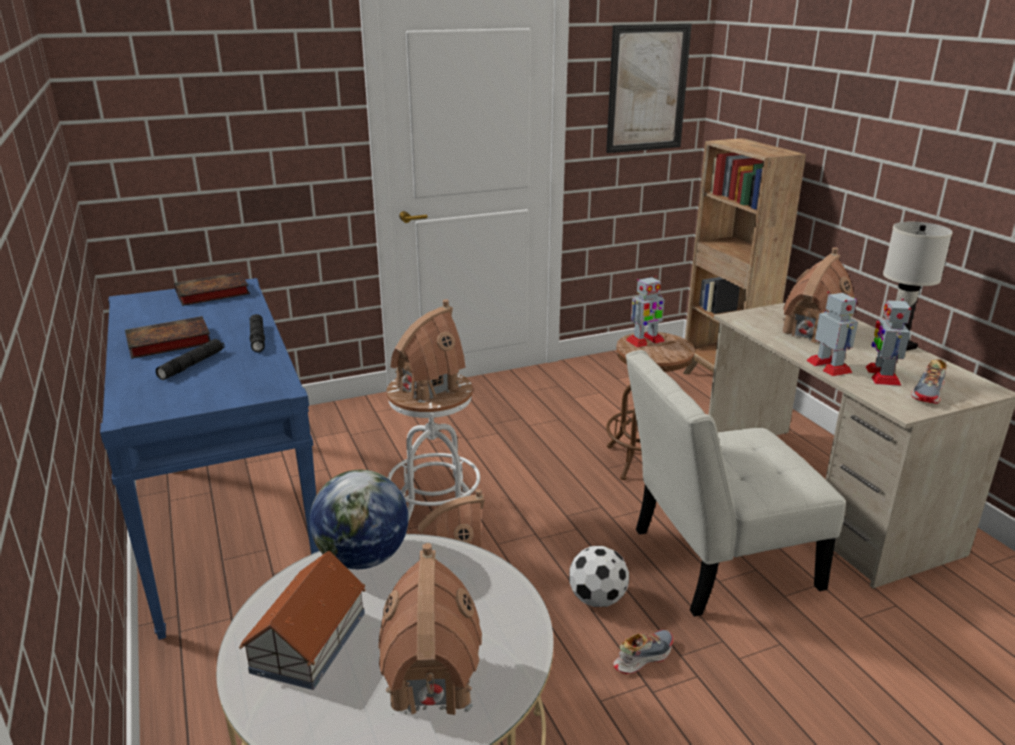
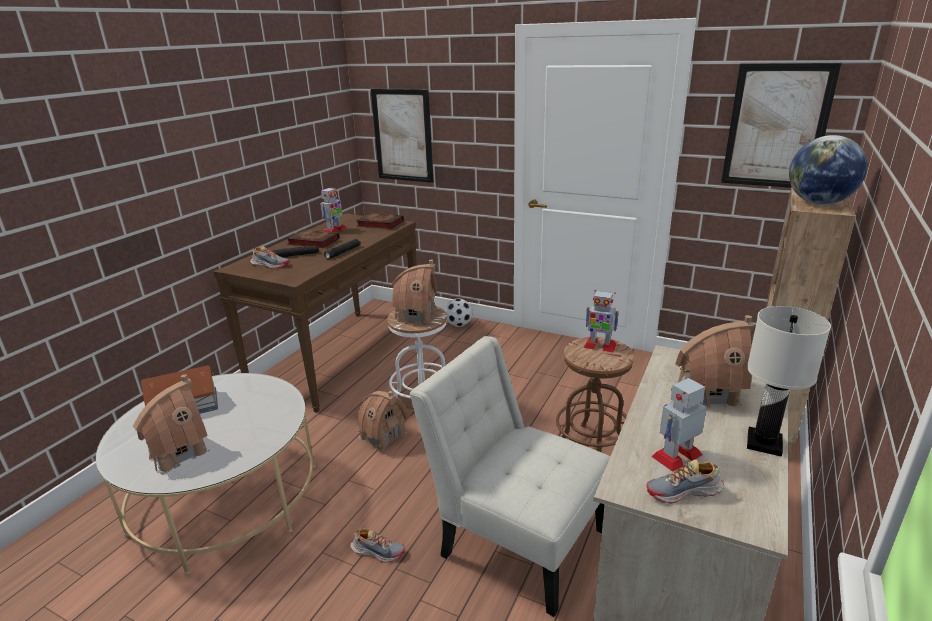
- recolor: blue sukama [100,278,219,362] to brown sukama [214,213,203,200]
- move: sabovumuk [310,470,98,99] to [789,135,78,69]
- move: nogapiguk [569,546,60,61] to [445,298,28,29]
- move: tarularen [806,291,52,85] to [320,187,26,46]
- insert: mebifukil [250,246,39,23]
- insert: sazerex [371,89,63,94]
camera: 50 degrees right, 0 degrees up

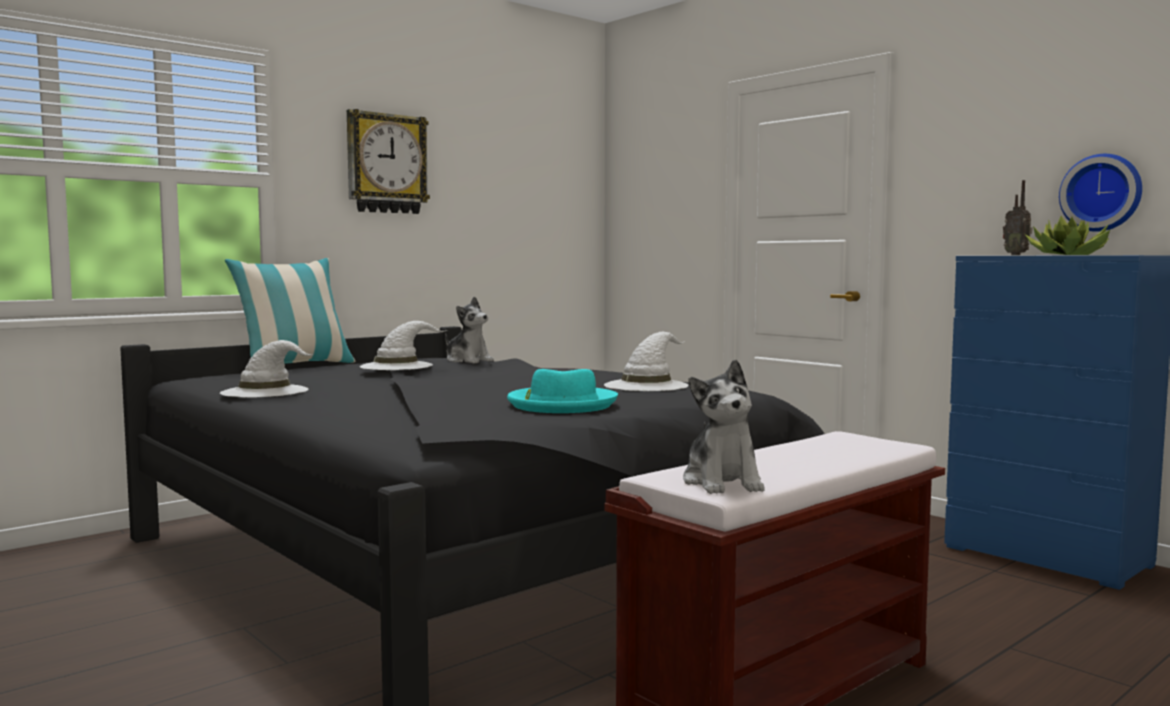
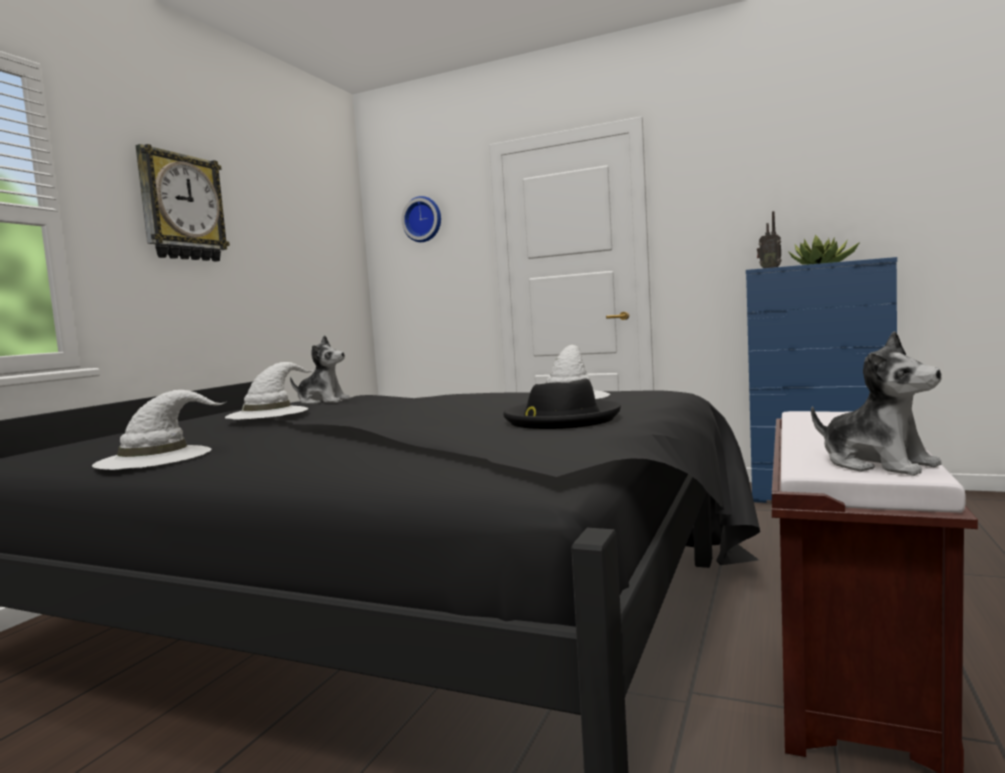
- delete: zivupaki [225,258,130,106]
- recolor: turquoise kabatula [507,369,111,44] to black kabatula [503,378,118,51]
- move: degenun [1059,154,83,78] to [402,196,39,46]
camera: 25 degrees left, 0 degrees up

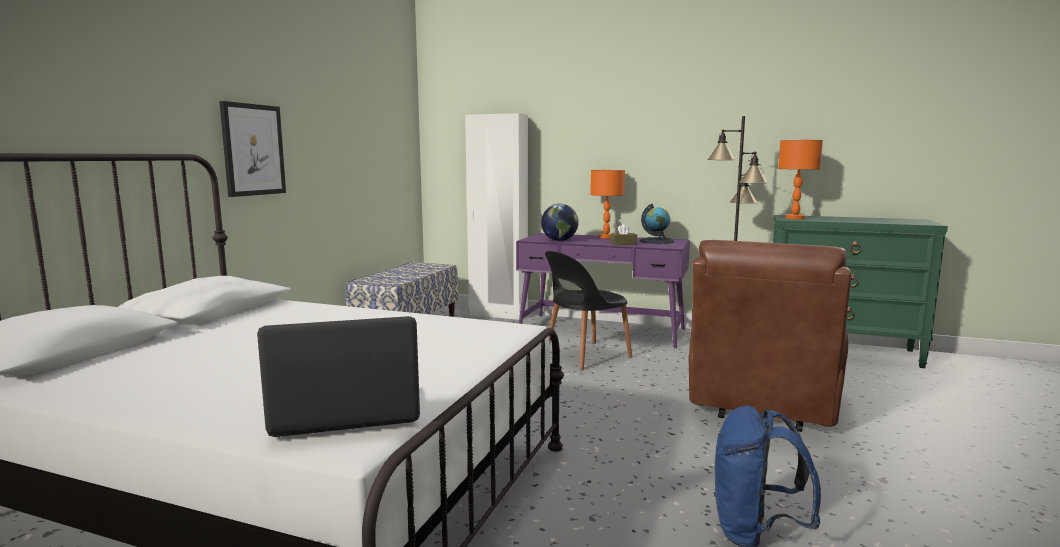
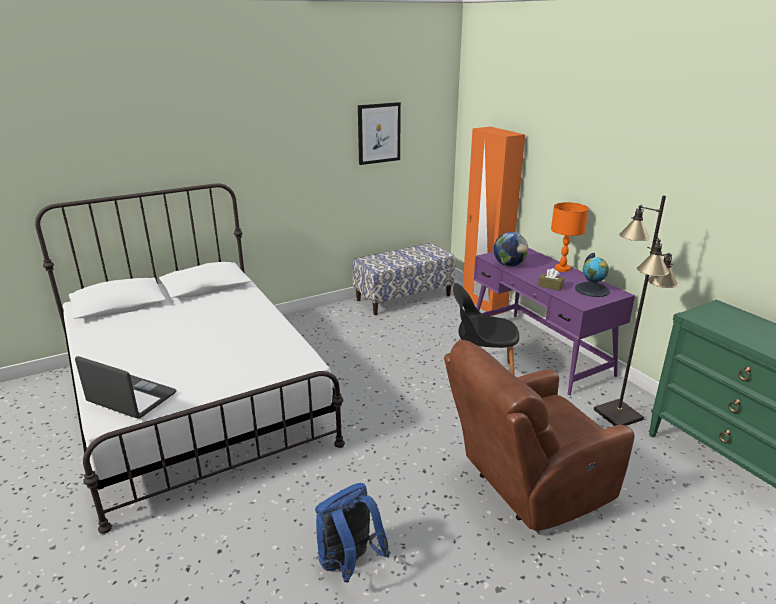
- move: sazerex [219,101,67,96] to [358,102,43,63]
- recolor: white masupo [465,113,63,207] to orange masupo [463,127,62,189]
- delete: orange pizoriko [778,140,45,79]
camera: 40 degrees right, 15 degrees up

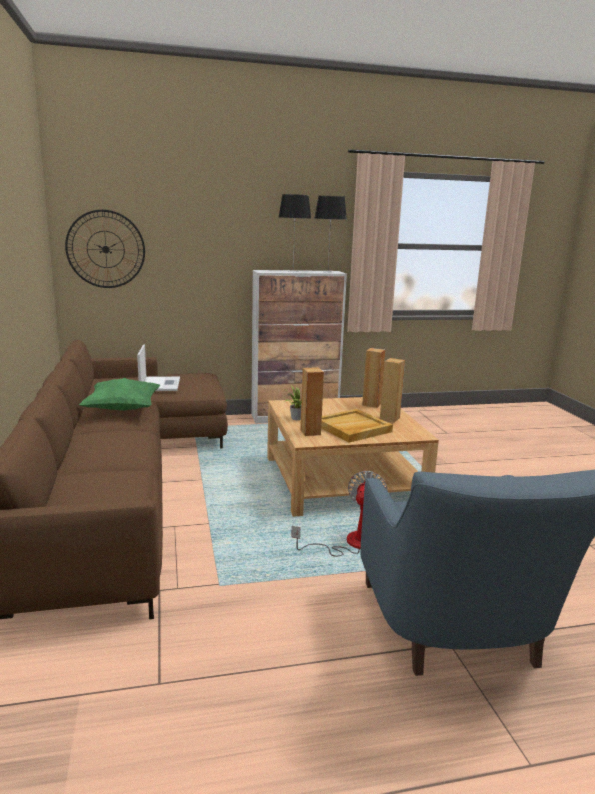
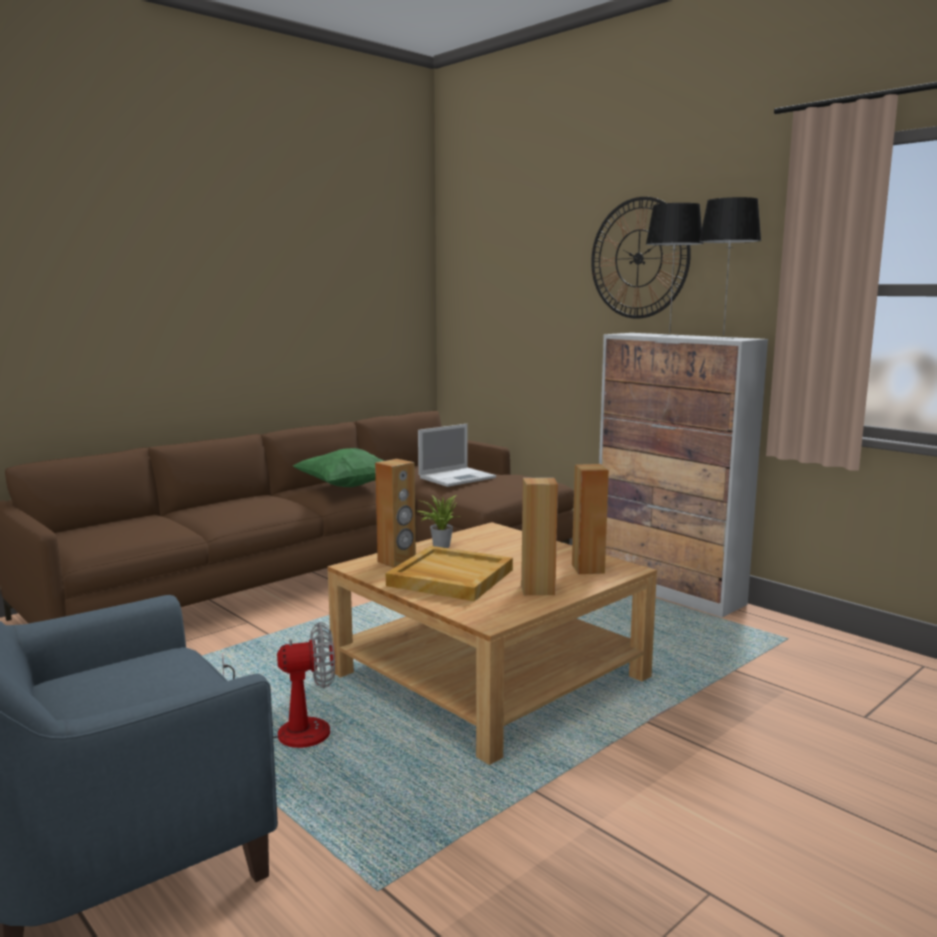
- move: degenun [65,210,80,78] to [591,197,100,122]
camera: 60 degrees right, 5 degrees down

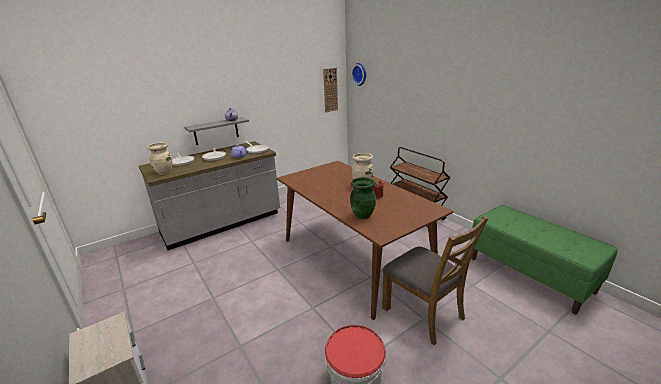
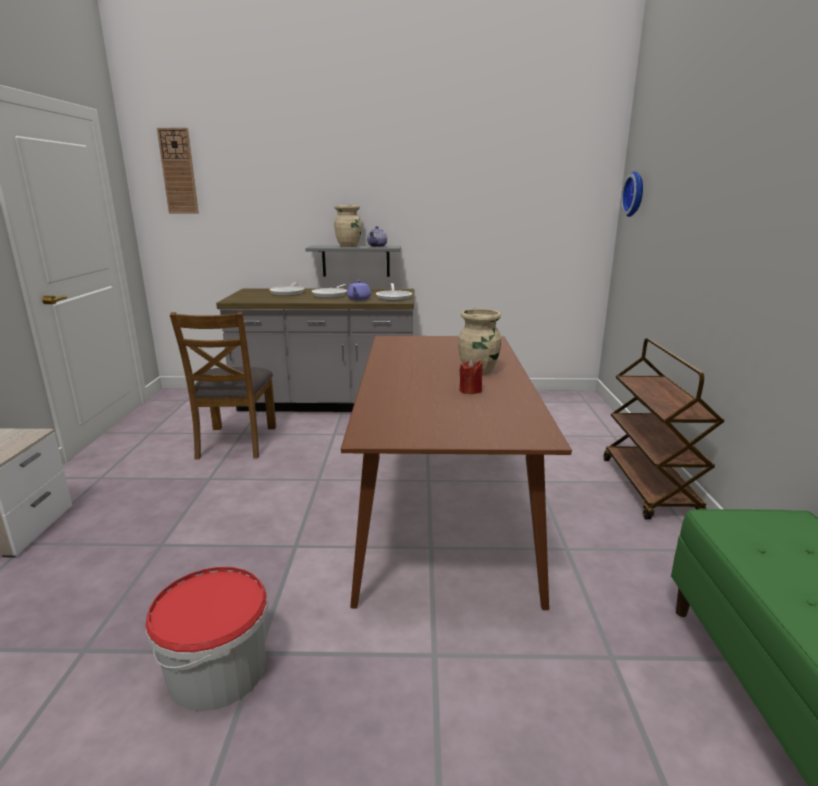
- move: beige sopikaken [147,142,26,33] to [334,205,28,42]
- move: degenun [323,68,15,44] to [157,128,42,86]
- delete: green sopikaken [350,177,26,42]
- move: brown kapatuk [382,215,107,130] to [170,312,106,148]
camera: 35 degrees right, 5 degrees down

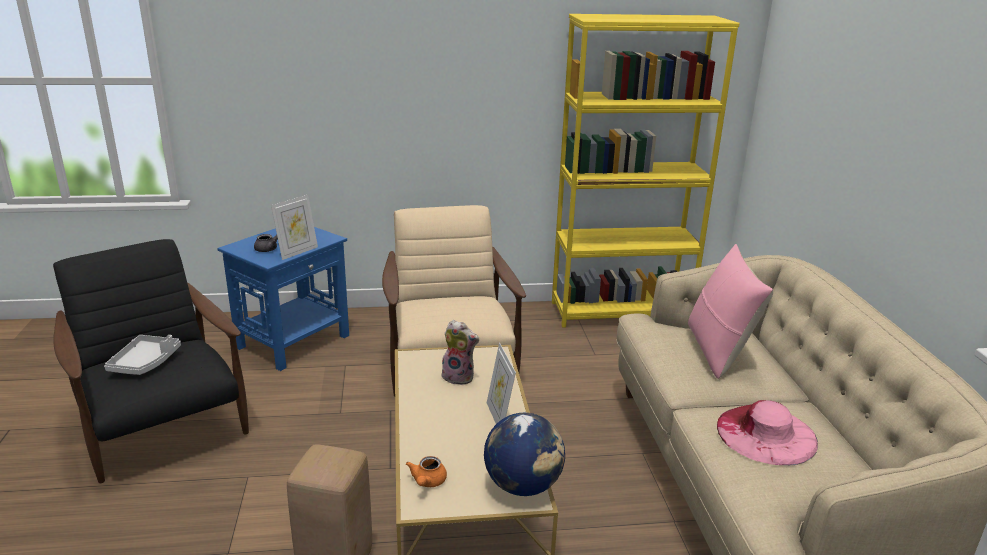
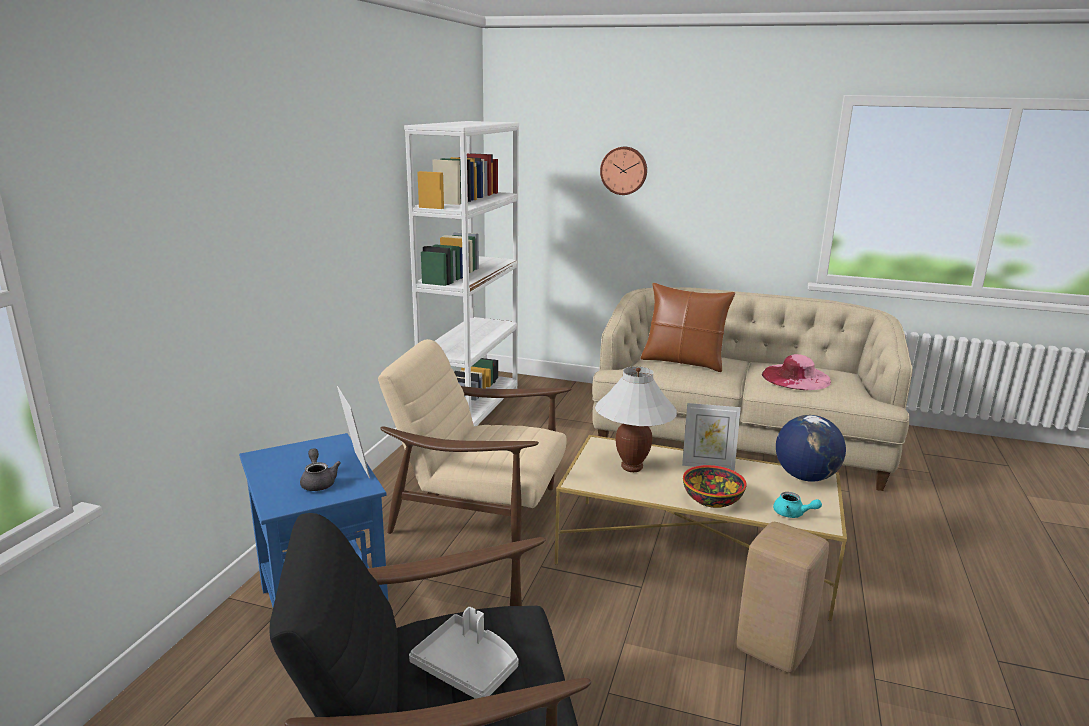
- recolor: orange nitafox [406,456,41,31] to turquoise nitafox [773,492,49,26]
- replace: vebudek [441,320,38,65] to white pizoriko [595,366,82,106]
- recolor: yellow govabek [552,14,188,314] to white govabek [404,121,115,305]
- recolor: pink zivupaki [688,244,85,135] to brown zivupaki [641,283,94,89]
- insert: degenun [600,147,47,48]
- insert: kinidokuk [683,465,63,43]
camera: 65 degrees left, 5 degrees down

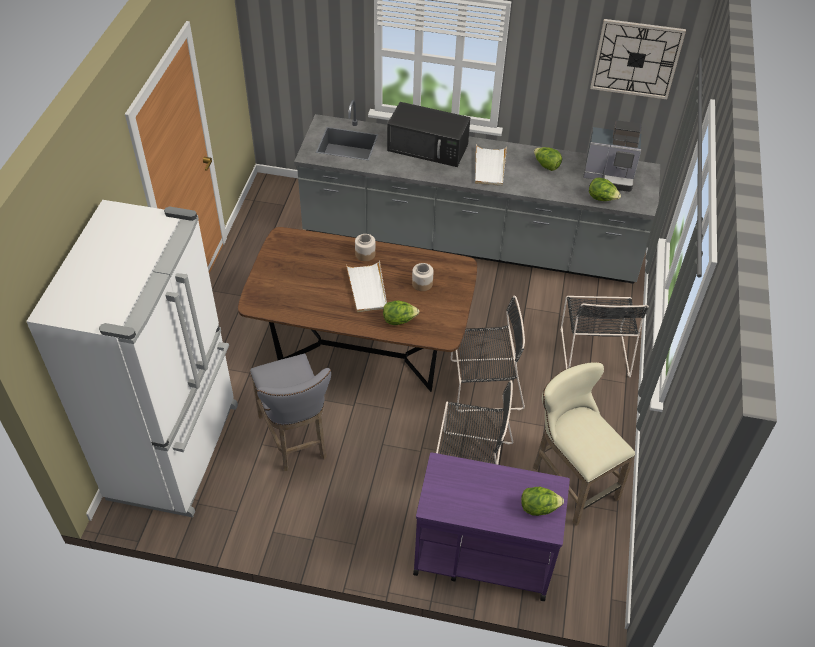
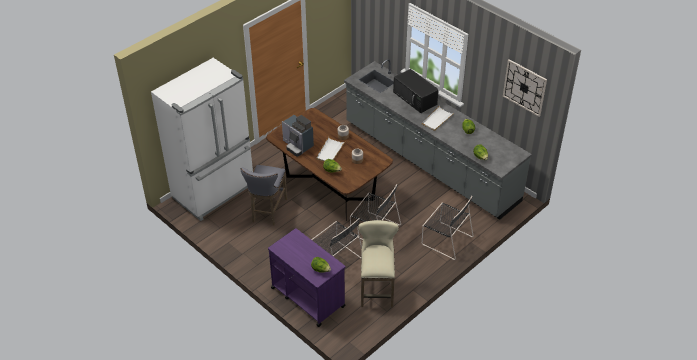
- rotate: black kapatuk [560,296,89,81] = [422,196,52,64] 90 degrees counterclockwise
- move: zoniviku [583,120,59,72] to [282,115,32,42]
camera: 35 degrees right, 5 degrees down

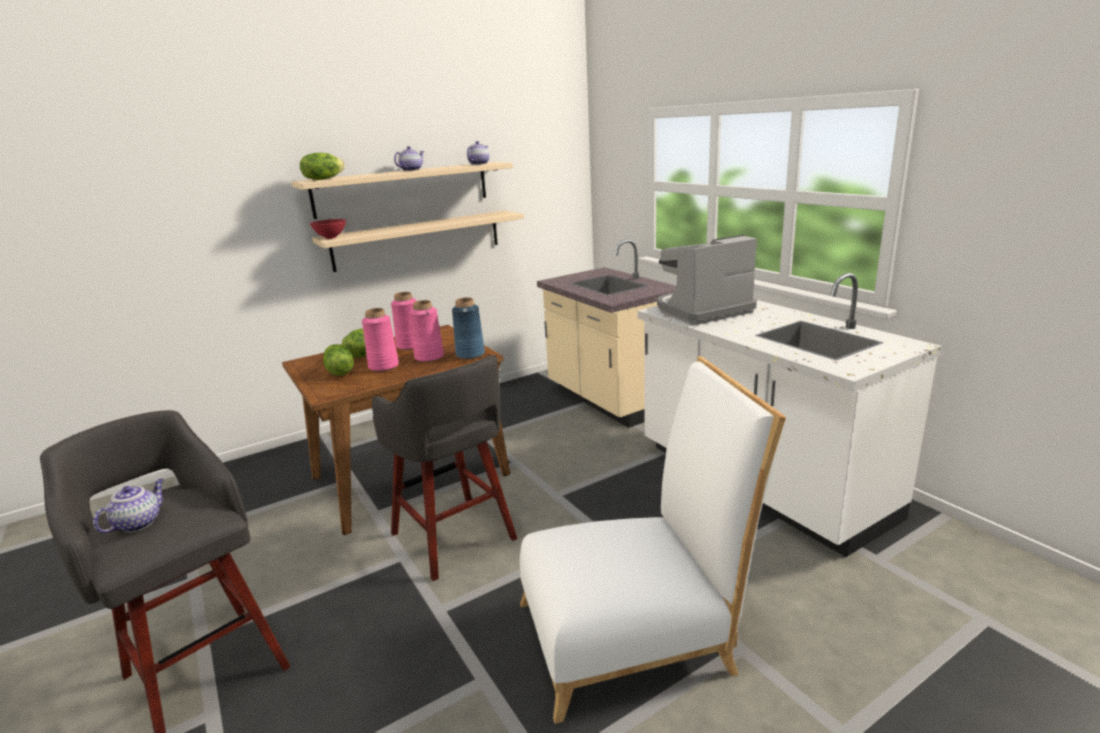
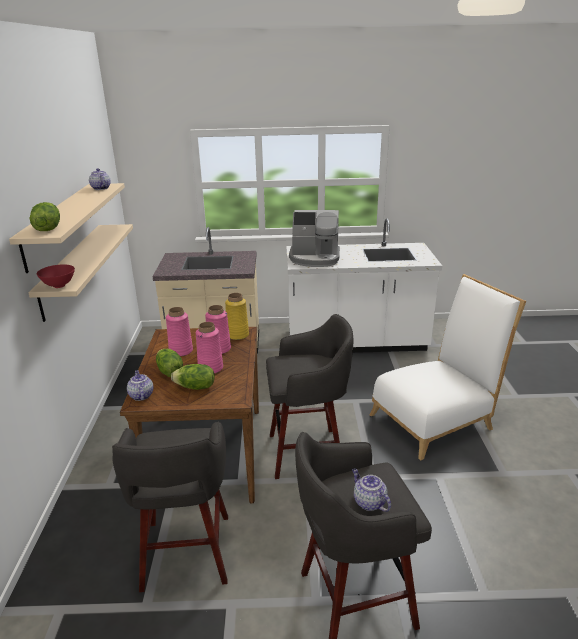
- move: nitafox [394,146,30,25] to [127,370,26,31]
- recolor: blue sopikaken [452,298,33,61] to yellow sopikaken [225,293,24,47]
- rotate: white kapatuk [520,356,266,368] = [369,274,157,186] 45 degrees clockwise
- rotate: zoniviku [657,235,100,90] = [289,210,51,57] 90 degrees counterclockwise
- insert: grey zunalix [112,421,116,171]
camera: 60 degrees left, 5 degrees up

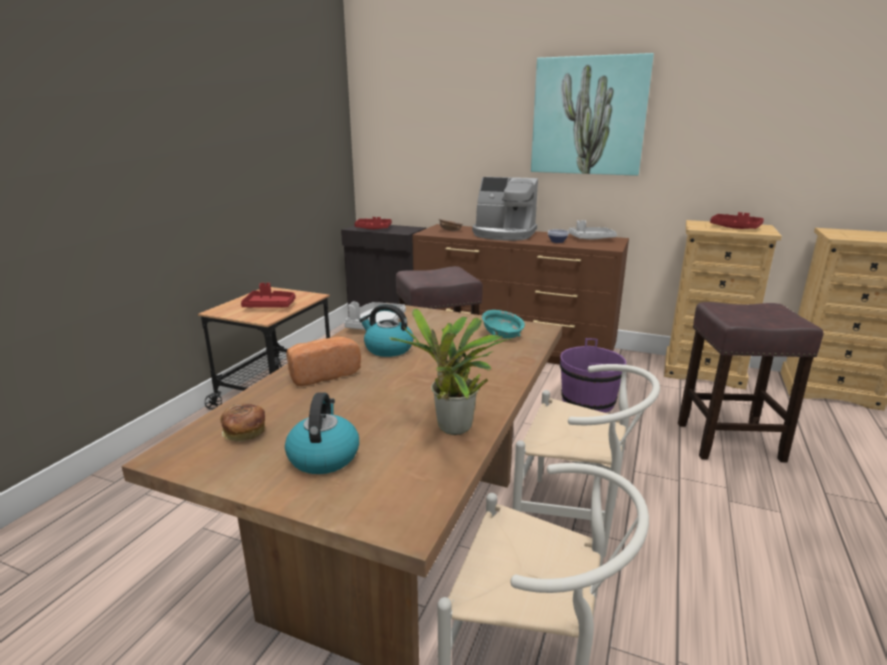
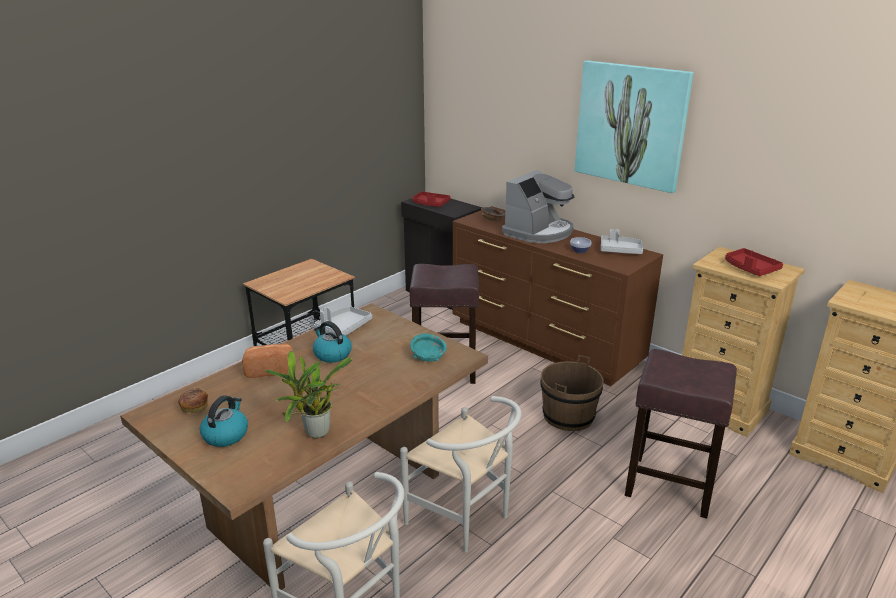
- delete: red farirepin [241,283,55,25]
- rotate: zoniviku [472,177,66,64] = [502,170,72,73] 90 degrees counterclockwise
- recolor: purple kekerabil [560,338,66,75] to brown kekerabil [540,355,64,76]
camera: 20 degrees right, 5 degrees up

